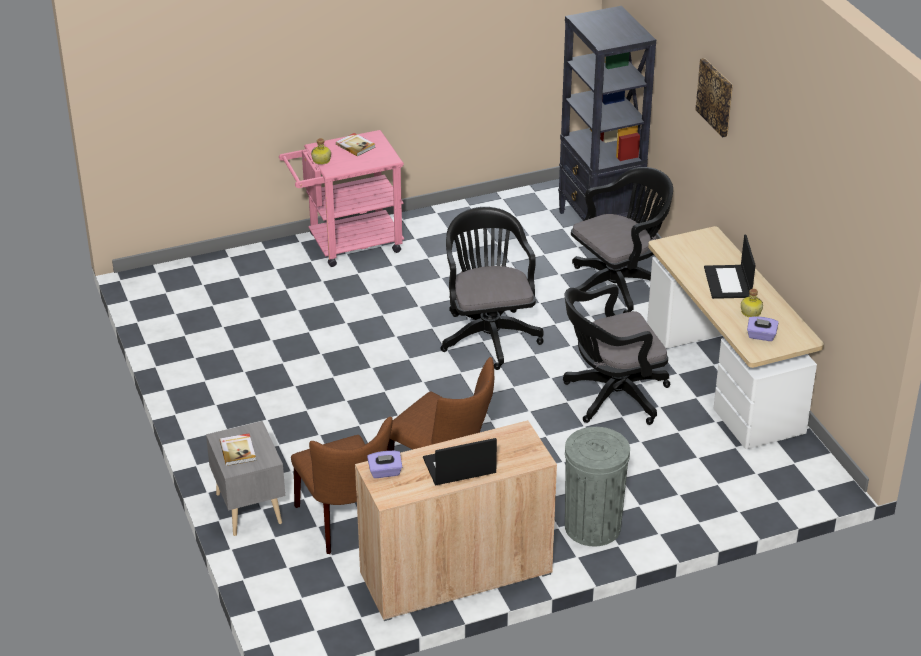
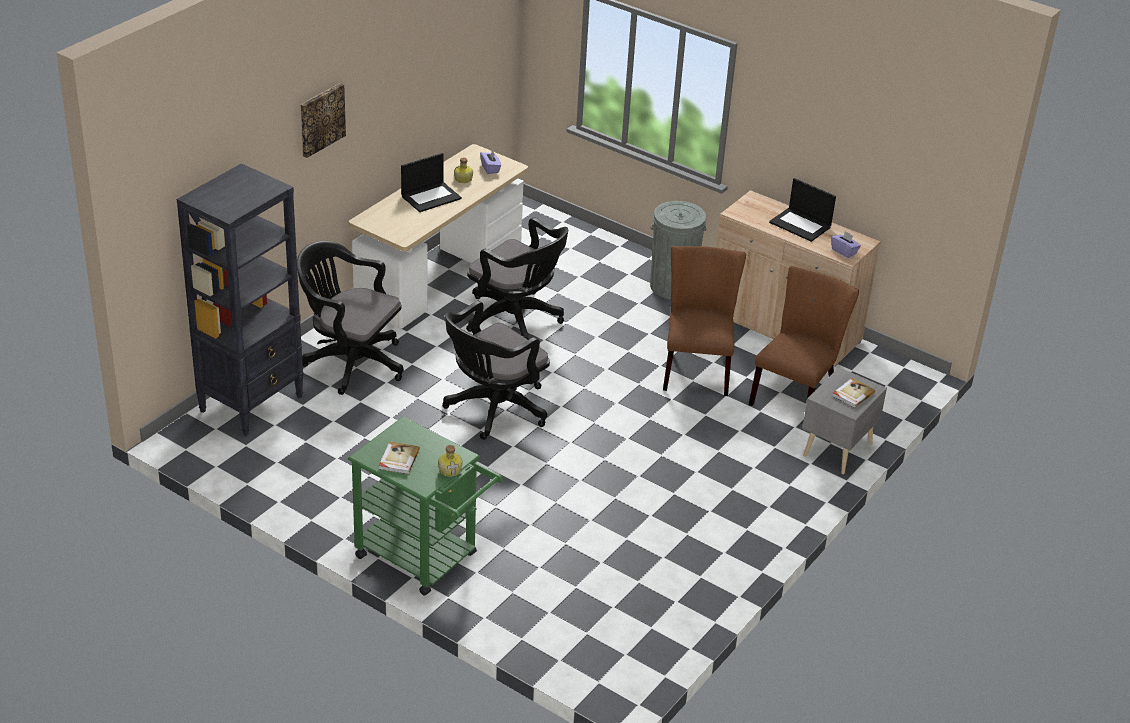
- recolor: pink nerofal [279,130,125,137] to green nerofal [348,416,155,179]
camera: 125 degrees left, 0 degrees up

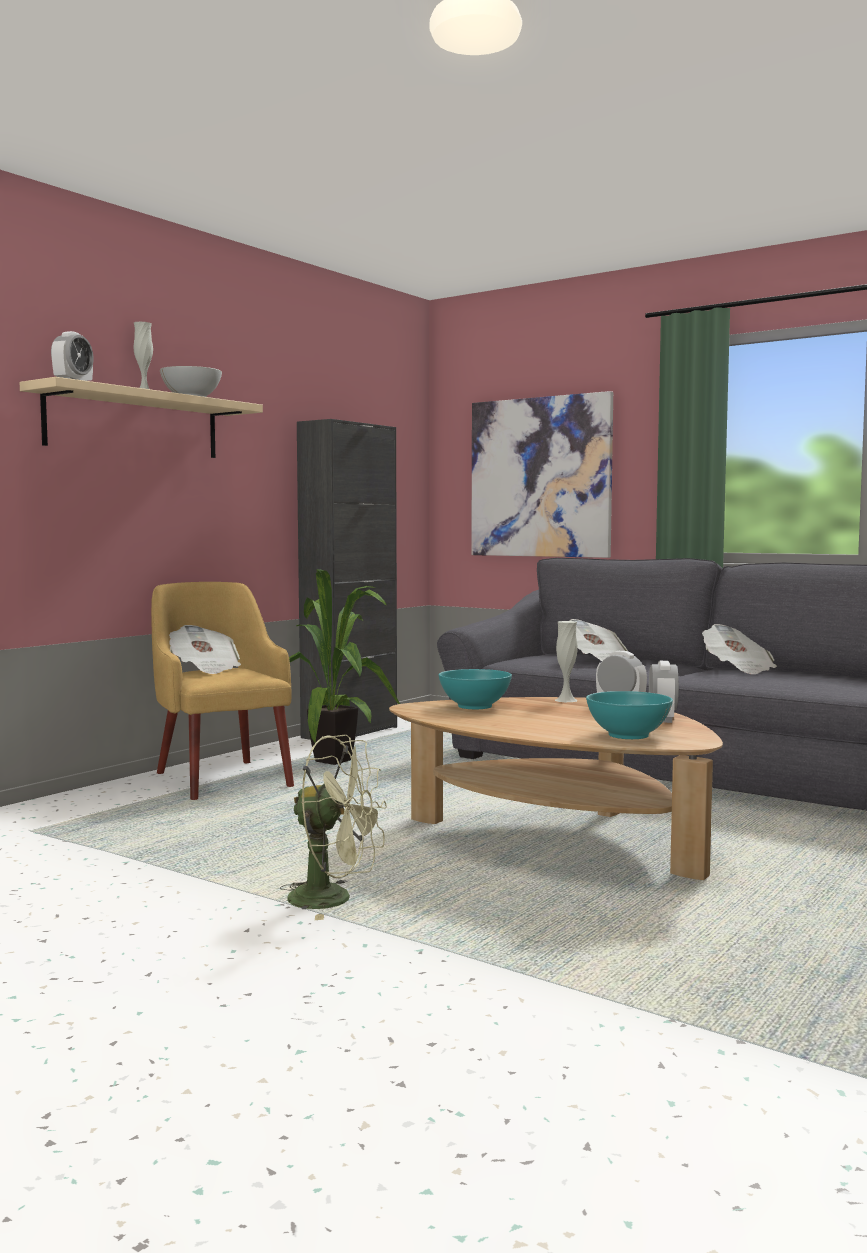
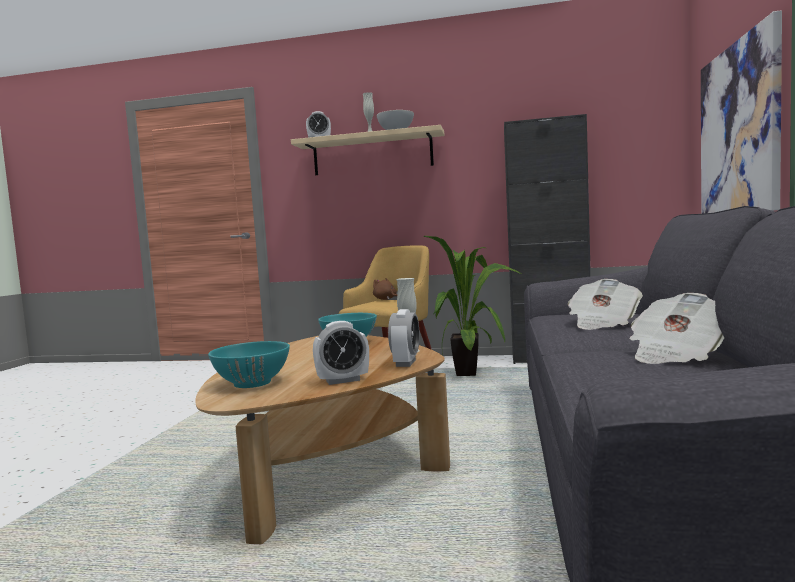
- replace: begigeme [169,625,72,49] to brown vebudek [373,278,25,22]
- delete: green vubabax [280,735,107,185]
camera: 65 degrees right, 0 degrees up

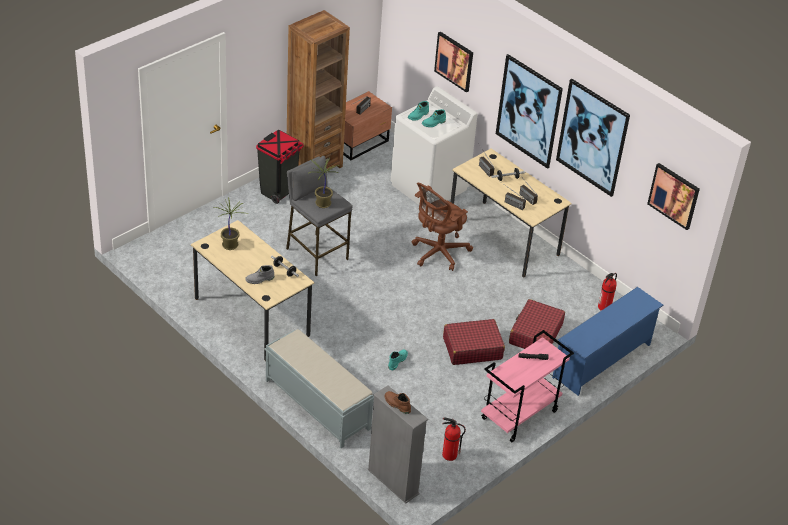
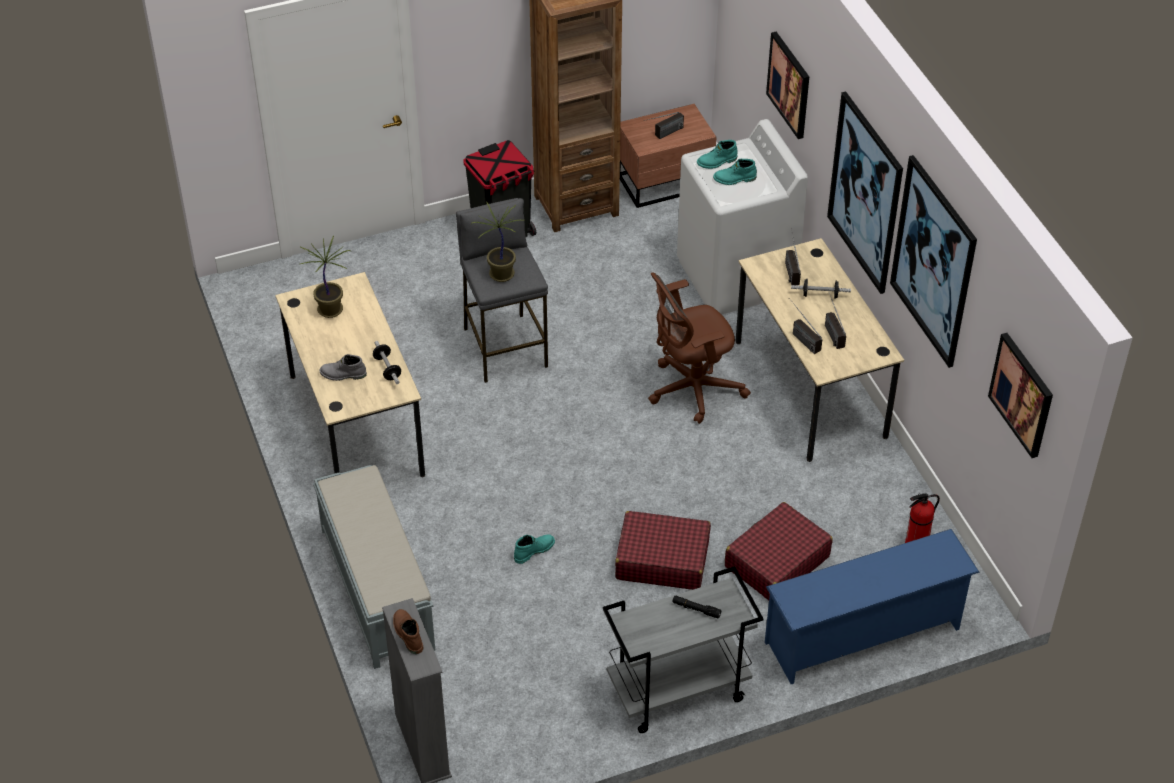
- delete: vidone [442,417,24,44]
- recolor: pink nerofal [481,330,93,112] to grey nerofal [603,566,161,167]
camera: 25 degrees right, 5 degrees up

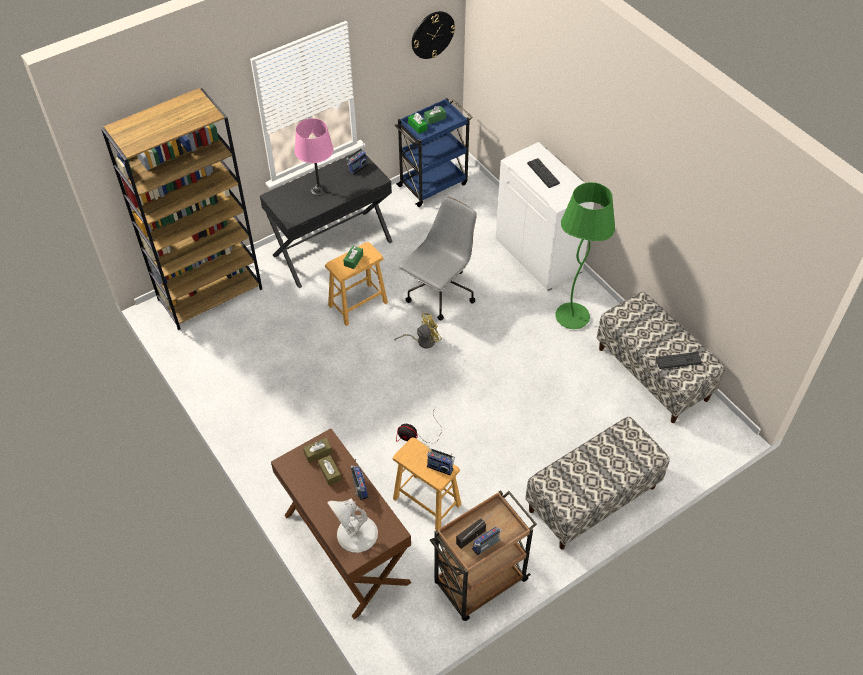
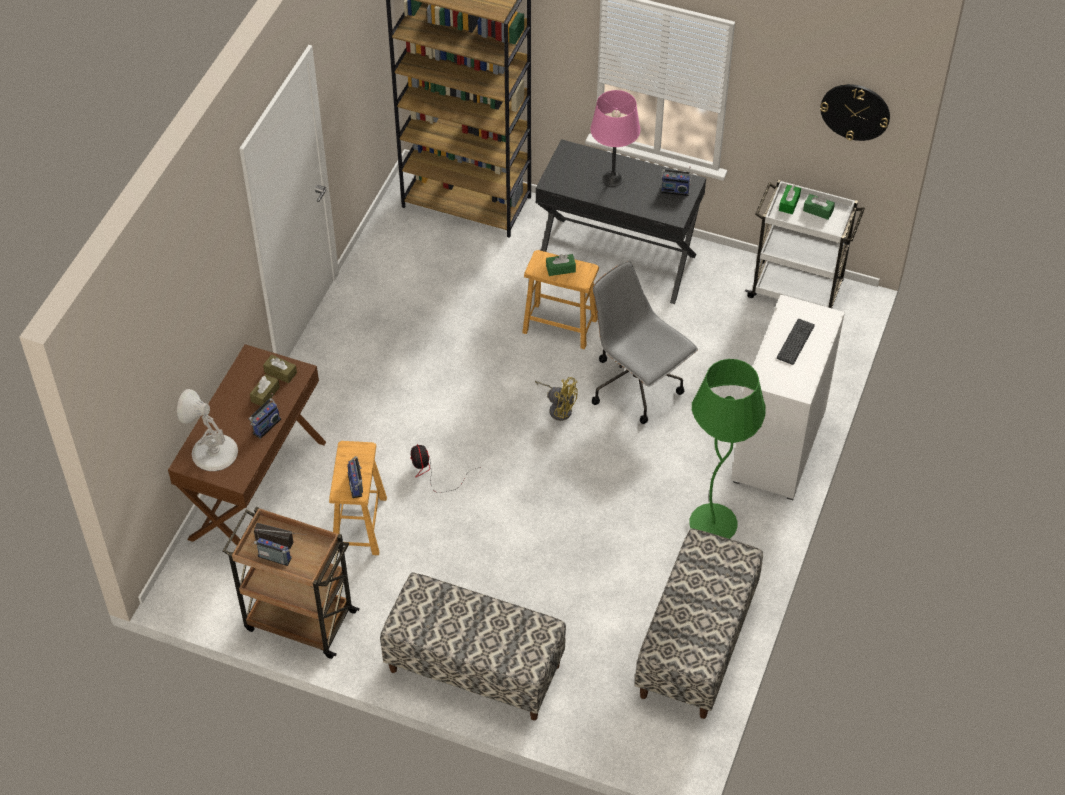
- recolor: blue nerofal [395,98,78,109] to white nerofal [745,180,120,128]
- rotate: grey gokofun [398,197,79,124] = [592,261,106,163] 135 degrees counterclockwise
- delete: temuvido [656,352,46,17]
camera: 55 degrees right, 0 degrees up

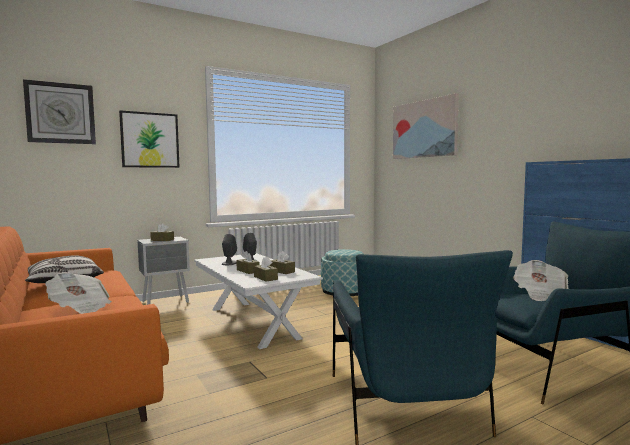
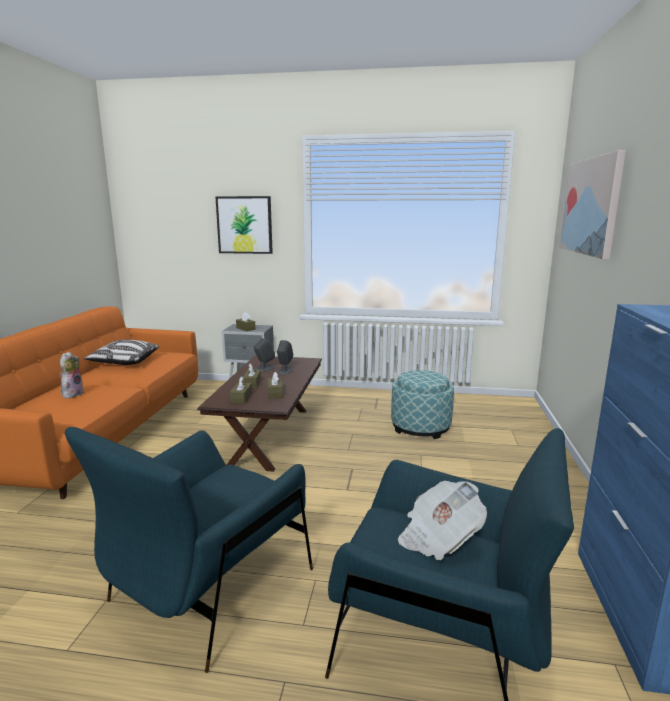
- delete: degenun [23,79,73,65]
- replace: begigeme [45,272,67,42] to vebudek [60,352,23,46]
- recolor: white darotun [194,253,129,96] to brown darotun [197,355,125,117]
camera: 40 degrees right, 10 degrees up

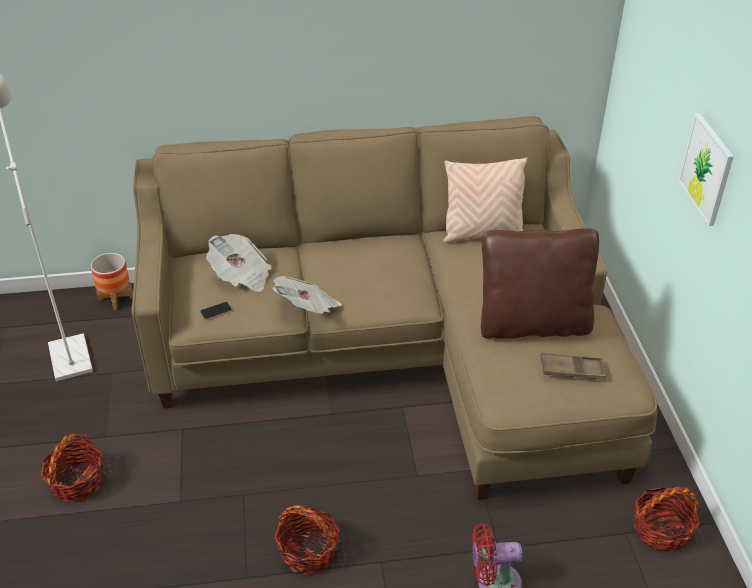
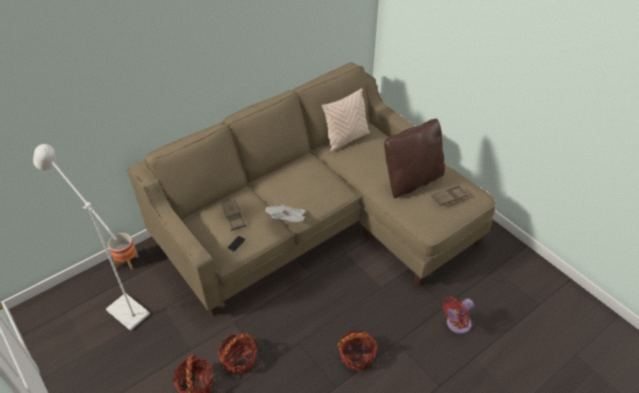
- replace: begigeme [206,234,66,58] to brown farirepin [221,199,25,32]
- move: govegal [634,486,66,66] to [218,333,39,41]
- delete: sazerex [678,113,56,113]
camera: 30 degrees left, 5 degrees up

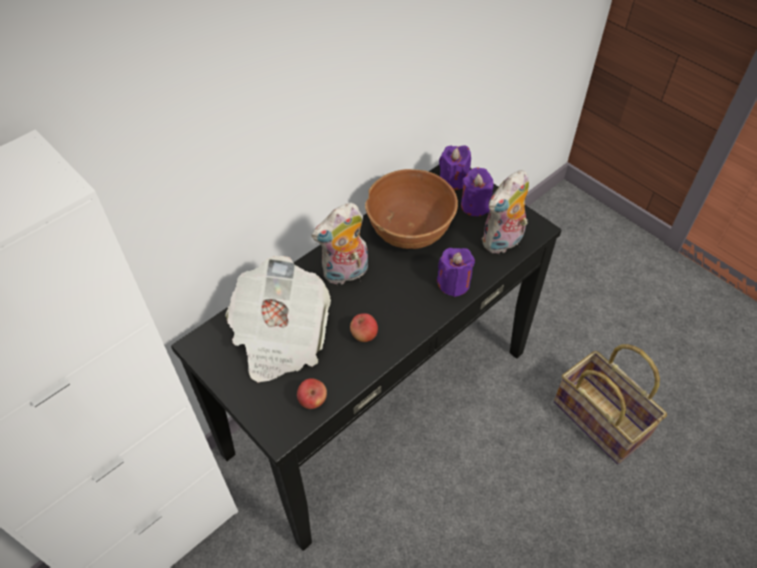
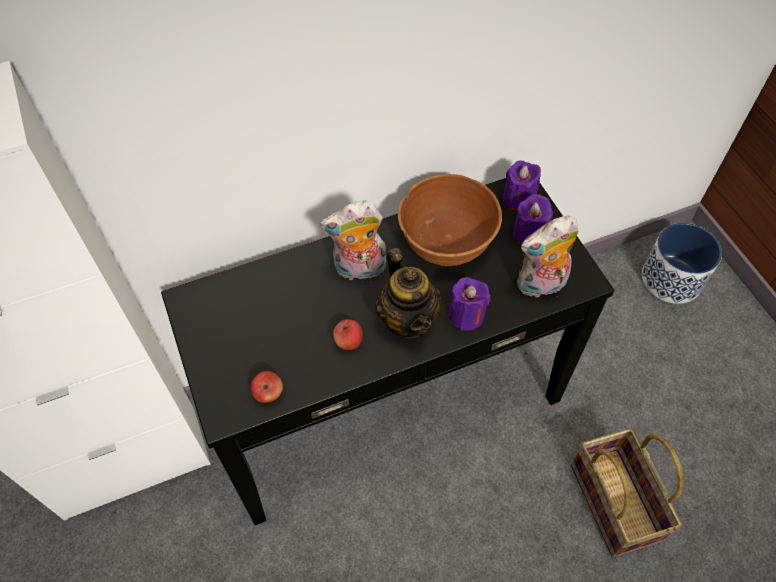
- delete: begigeme [225,256,106,127]
- insert: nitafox [375,248,66,90]
- insert: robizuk [642,223,80,81]
camera: 20 degrees right, 5 degrees up

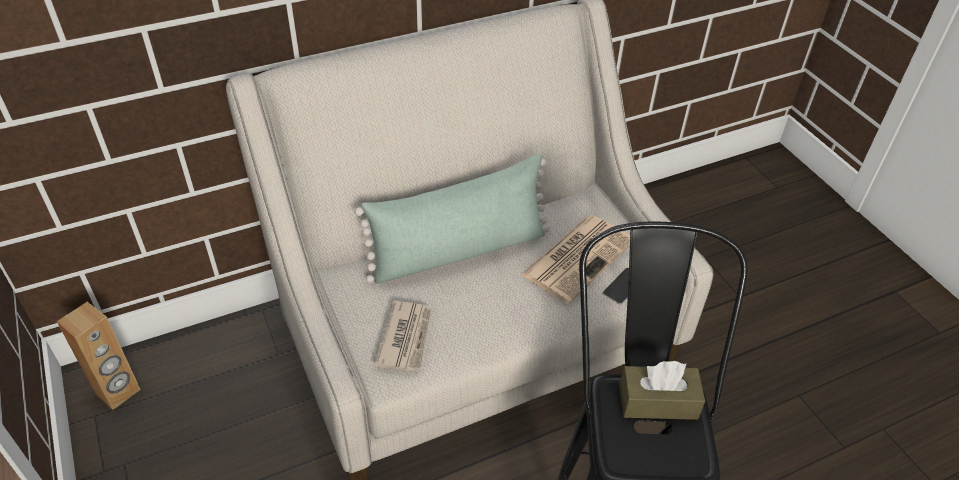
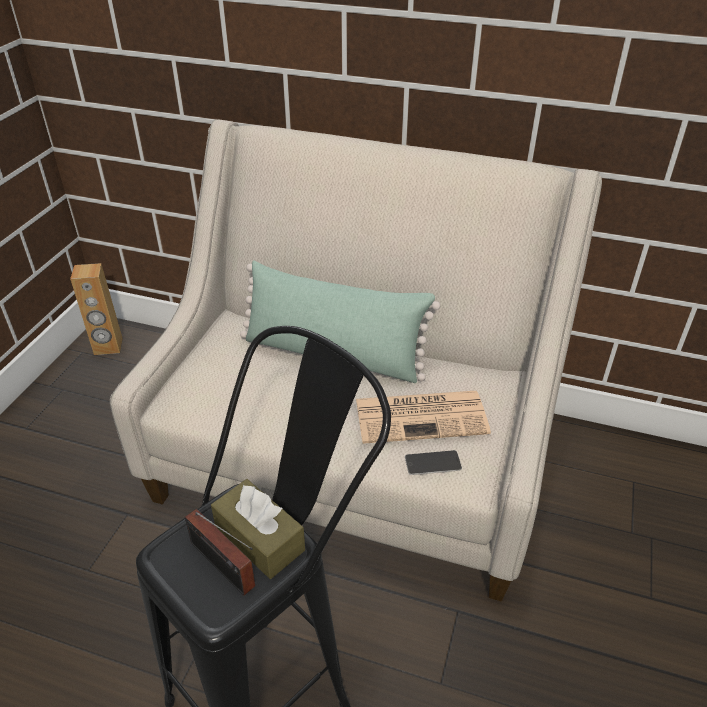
- delete: begigeme [374,301,58,71]
- insert: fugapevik [185,509,70,86]
camera: 45 degrees right, 5 degrees down

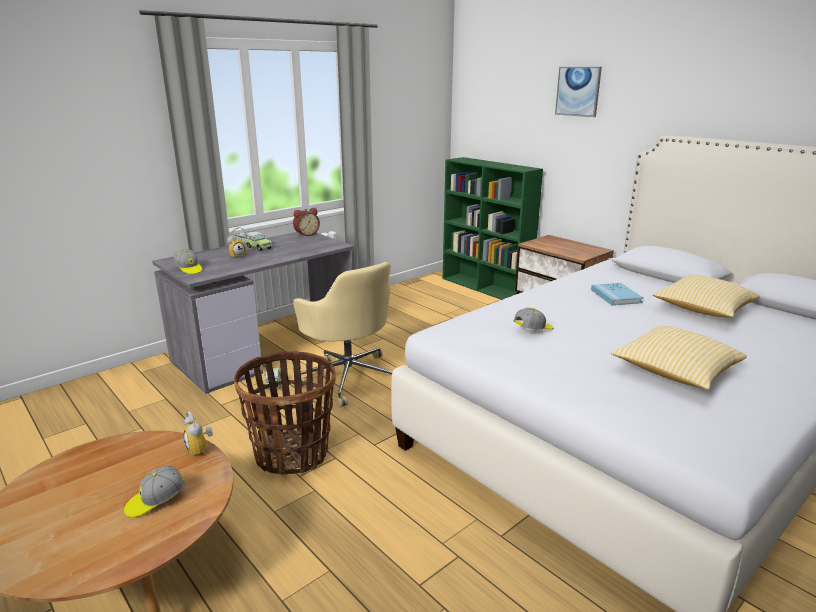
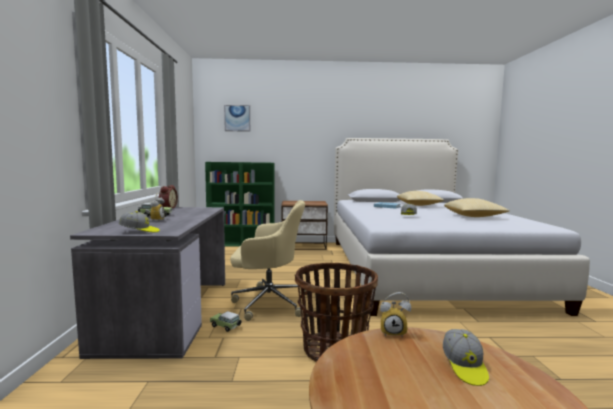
- move: sazerex [555,67,47,50] to [224,105,26,27]
camera: 50 degrees left, 15 degrees down

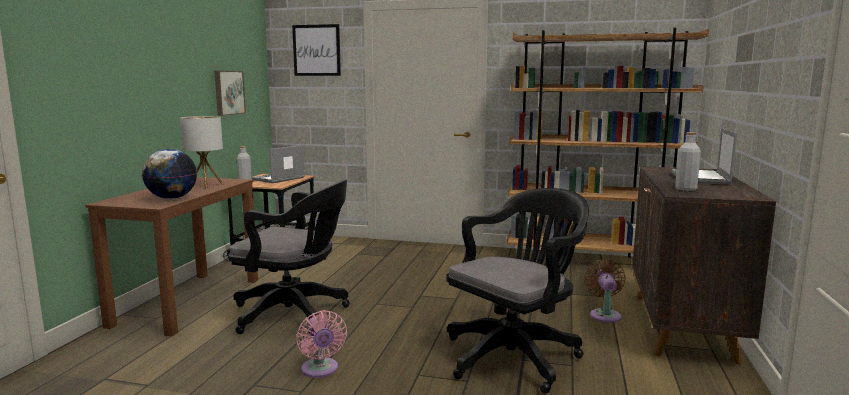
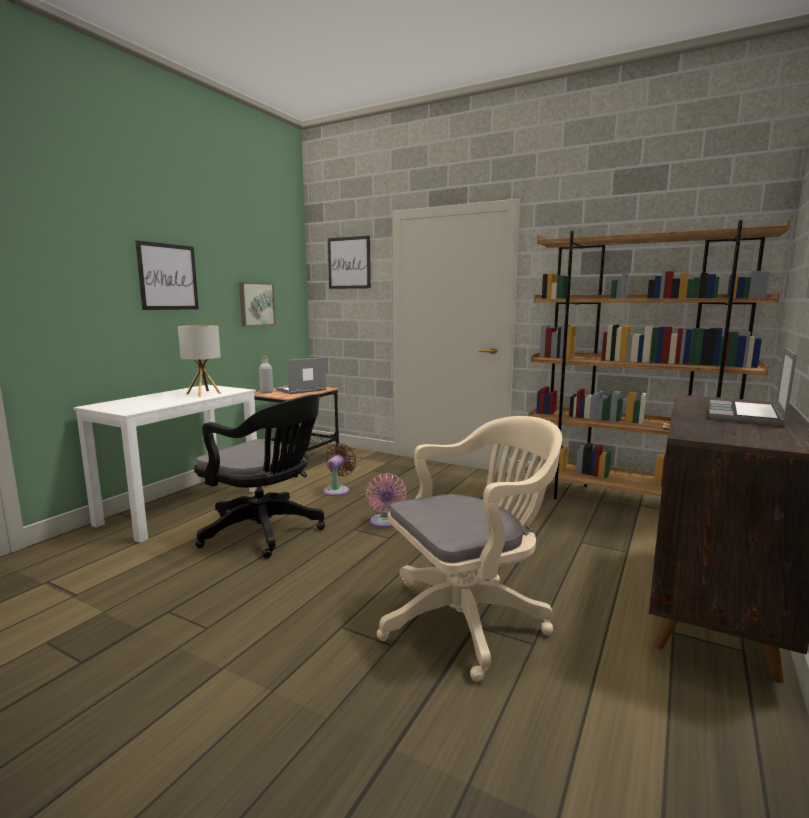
- recolor: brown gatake [85,177,173,159] to white gatake [73,385,184,158]
- delete: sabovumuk [142,149,55,50]
- move: pink vubabax [296,310,51,68] to [365,474,42,54]
- recolor: black gokofun [446,188,143,206] to beige gokofun [377,416,185,266]
- move: brown vubabax [584,259,42,64] to [323,443,33,53]
- delete: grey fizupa [675,132,26,59]
- insert: sazerex [135,240,64,70]
camera: 15 degrees right, 0 degrees up

